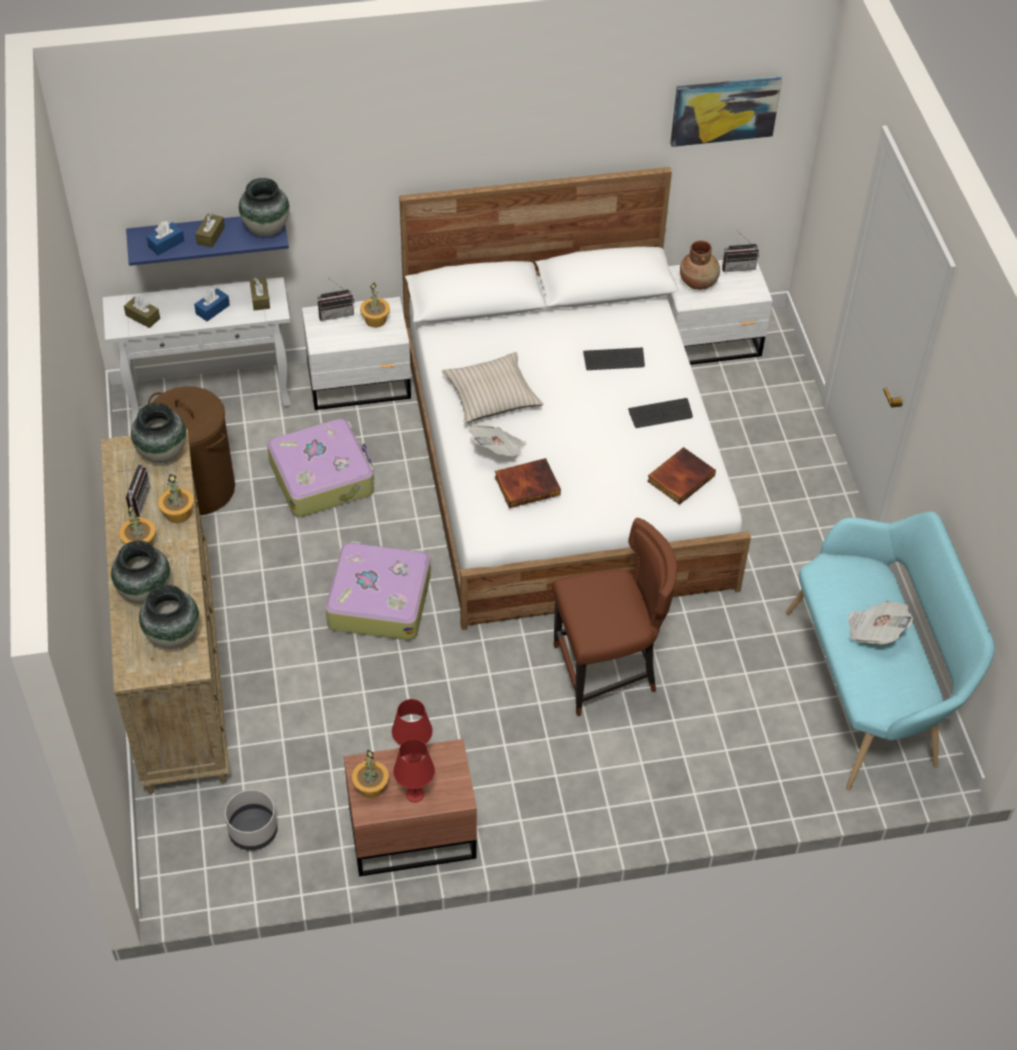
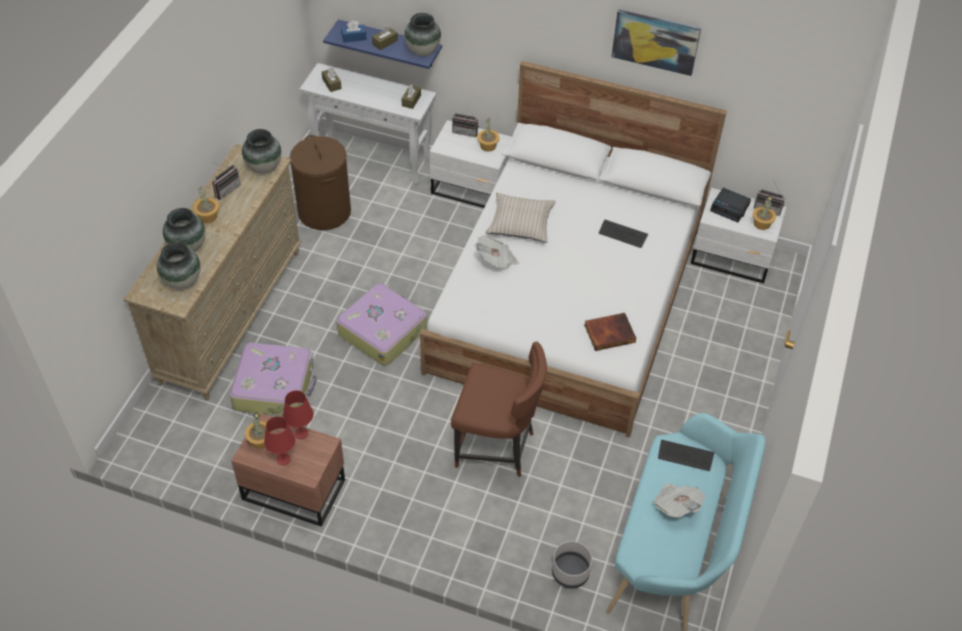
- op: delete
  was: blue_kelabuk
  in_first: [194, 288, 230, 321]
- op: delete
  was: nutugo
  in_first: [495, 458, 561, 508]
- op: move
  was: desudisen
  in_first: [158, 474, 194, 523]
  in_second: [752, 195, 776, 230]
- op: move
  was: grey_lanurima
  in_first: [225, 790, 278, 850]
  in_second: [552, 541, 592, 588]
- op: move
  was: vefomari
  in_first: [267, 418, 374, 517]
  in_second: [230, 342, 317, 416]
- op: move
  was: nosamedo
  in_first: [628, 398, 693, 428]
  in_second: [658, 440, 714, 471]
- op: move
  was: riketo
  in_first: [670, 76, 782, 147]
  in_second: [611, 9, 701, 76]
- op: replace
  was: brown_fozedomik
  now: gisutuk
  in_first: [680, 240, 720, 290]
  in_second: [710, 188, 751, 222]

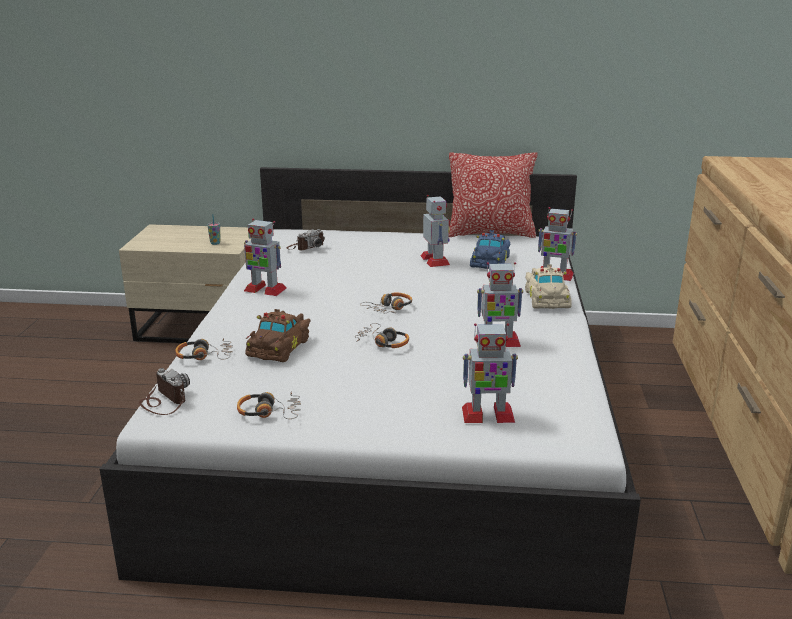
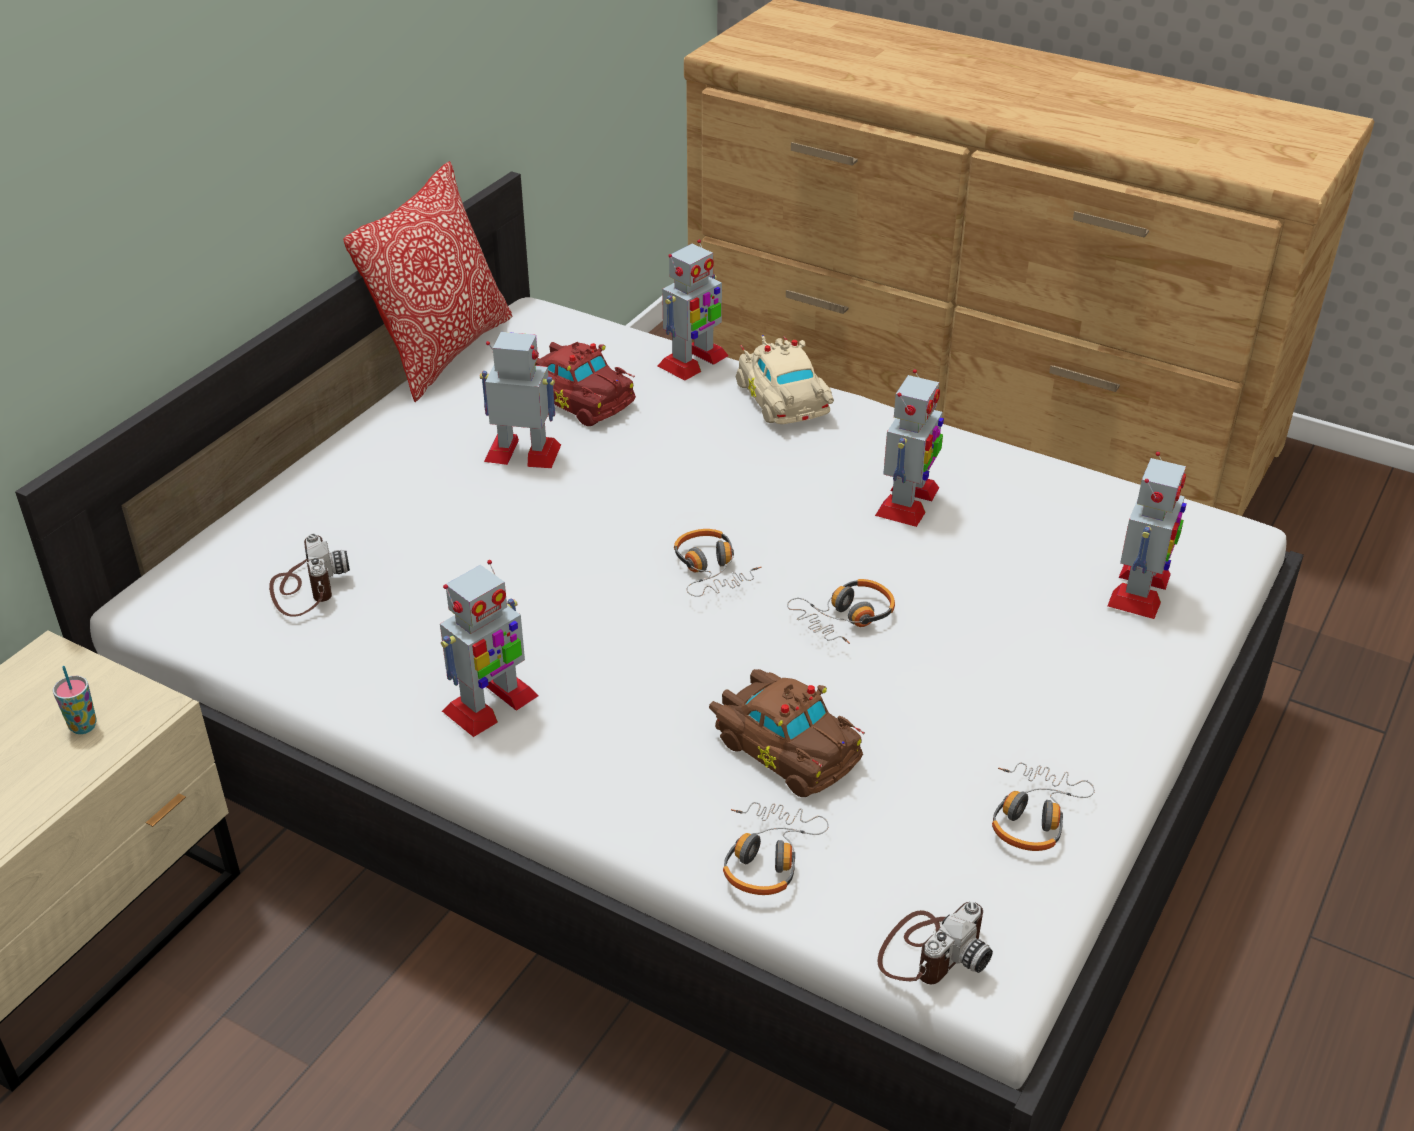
- op: recolor
  was: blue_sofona
  now: red_sofona
  in_first: [470, 230, 510, 269]
  in_second: [535, 342, 636, 426]
- op: rotate
  was: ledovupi
  in_first: [139, 368, 190, 415]
  in_second: [878, 902, 993, 984]
  clockwise: 150
- op: rotate
  was: beige_sofona
  in_first: [525, 264, 572, 309]
  in_second: [736, 335, 834, 424]
  clockwise: -135

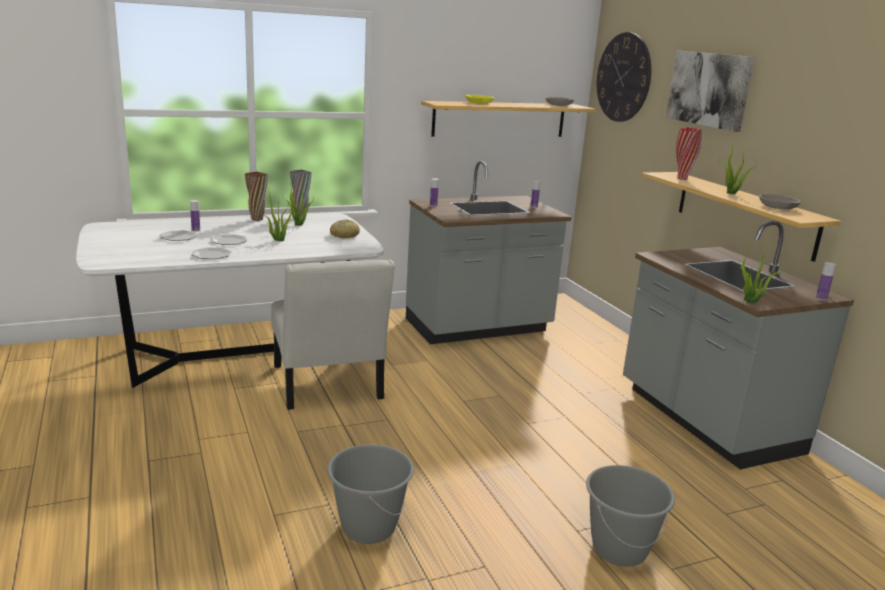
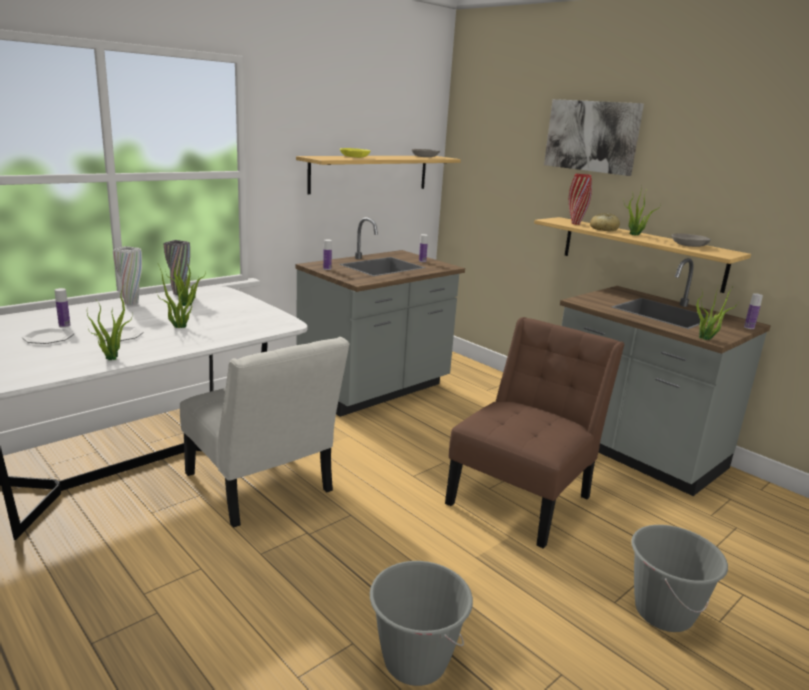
- op: delete
  was: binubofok
  in_first: [597, 32, 651, 122]
- op: insert
  now: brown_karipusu
  in_second: [445, 317, 625, 549]
- op: move
  was: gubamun
  in_first: [330, 219, 360, 238]
  in_second: [590, 213, 620, 232]
- op: replace
  was: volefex
  now: desudisen
  in_first: [191, 247, 231, 259]
  in_second: [87, 284, 132, 360]
- op: recolor
  was: brown_fozedomik
  now: white_fozedomik
  in_first: [245, 171, 267, 221]
  in_second: [113, 246, 142, 306]

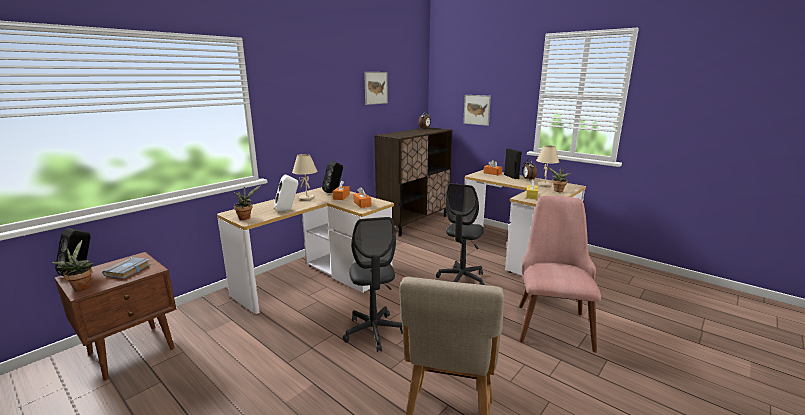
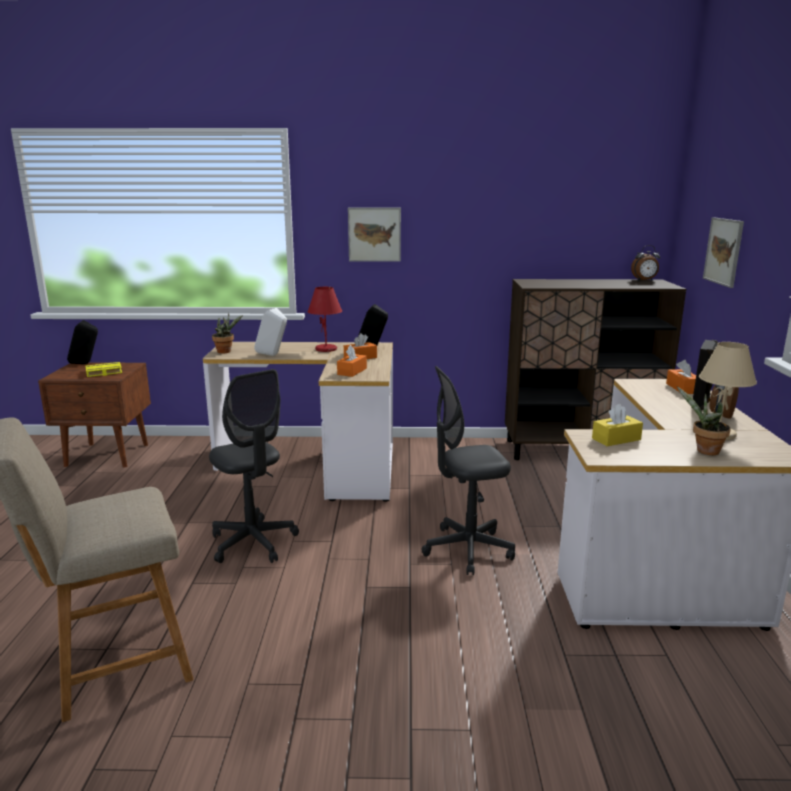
- op: delete
  was: desudisen
  in_first: [51, 240, 94, 291]
- op: delete
  was: pink_karipusu
  in_first: [519, 196, 601, 353]
- op: move
  was: riketo
  in_first: [364, 72, 388, 105]
  in_second: [348, 208, 401, 262]
- op: recolor
  was: grey_nutugo
  now: yellow_nutugo
  in_first: [102, 257, 151, 279]
  in_second: [86, 362, 122, 377]
- op: recolor
  was: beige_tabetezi
  now: red_tabetezi
  in_first: [292, 154, 317, 200]
  in_second: [308, 287, 342, 352]
- op: rotate
  was: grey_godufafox
  in_first: [343, 217, 403, 352]
  in_second: [209, 369, 299, 563]
  clockwise: -75

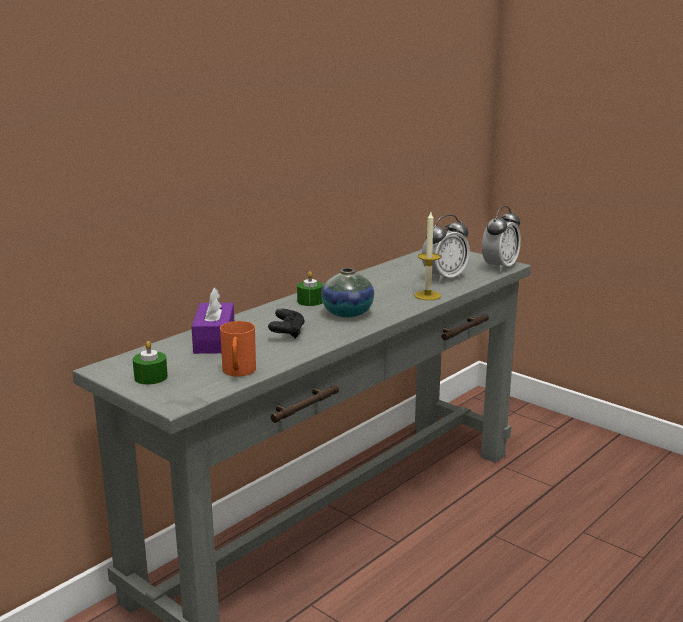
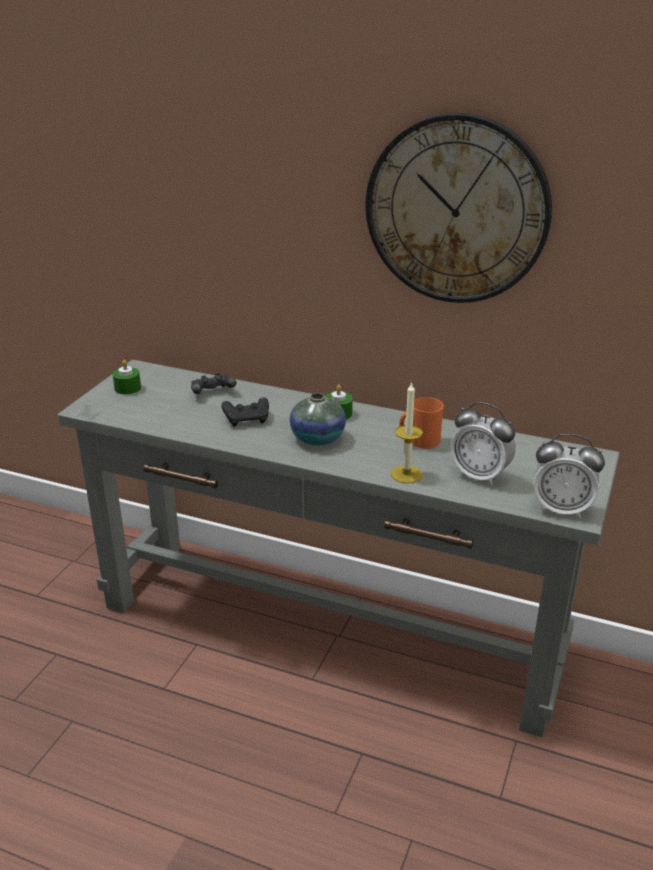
- op: insert
  now: binubofok
  in_second: [365, 113, 552, 303]
- op: move
  was: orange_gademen
  in_first: [220, 321, 256, 377]
  in_second: [400, 397, 444, 449]
- op: replace
  was: purple_kelabuk
  now: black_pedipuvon
  in_first: [192, 287, 234, 354]
  in_second: [191, 373, 237, 394]

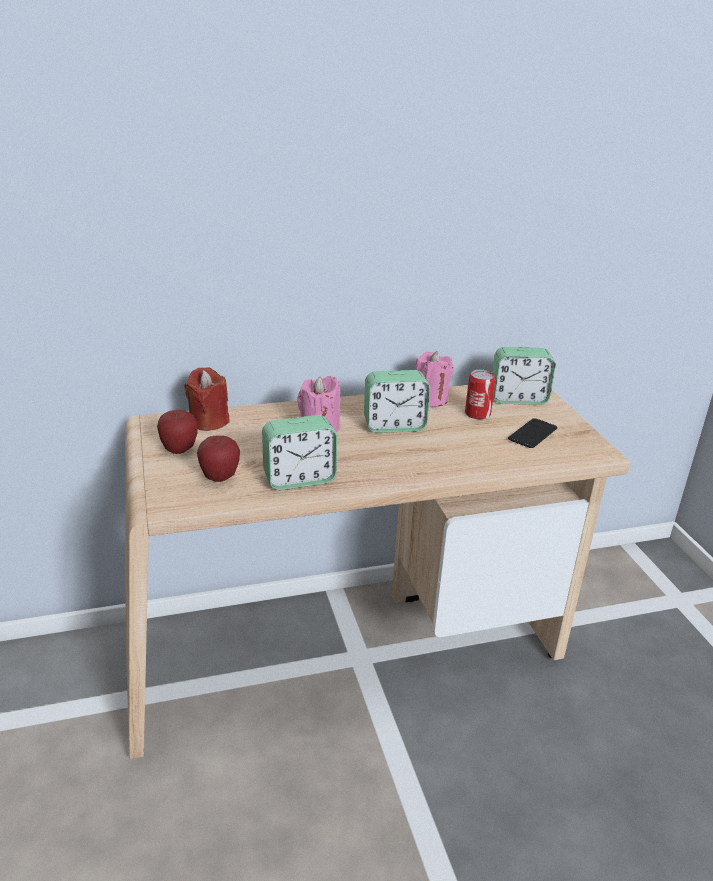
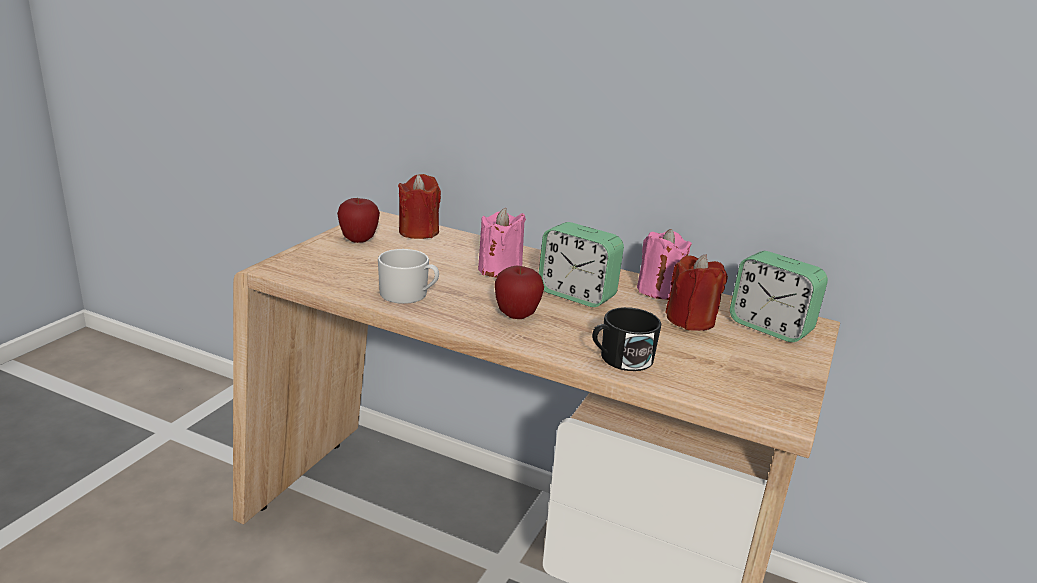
- op: delete
  was: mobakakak
  in_first: [508, 418, 557, 448]
- op: insert
  now: black_gademen
  in_second: [592, 307, 661, 371]
- op: move
  was: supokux
  in_first: [197, 435, 240, 482]
  in_second: [495, 266, 544, 319]
- op: replace
  was: gisutuk
  now: white_gademen
  in_first: [262, 415, 337, 490]
  in_second: [378, 249, 439, 304]
- op: replace
  was: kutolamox
  now: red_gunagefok
  in_first: [465, 370, 496, 419]
  in_second: [665, 254, 728, 331]

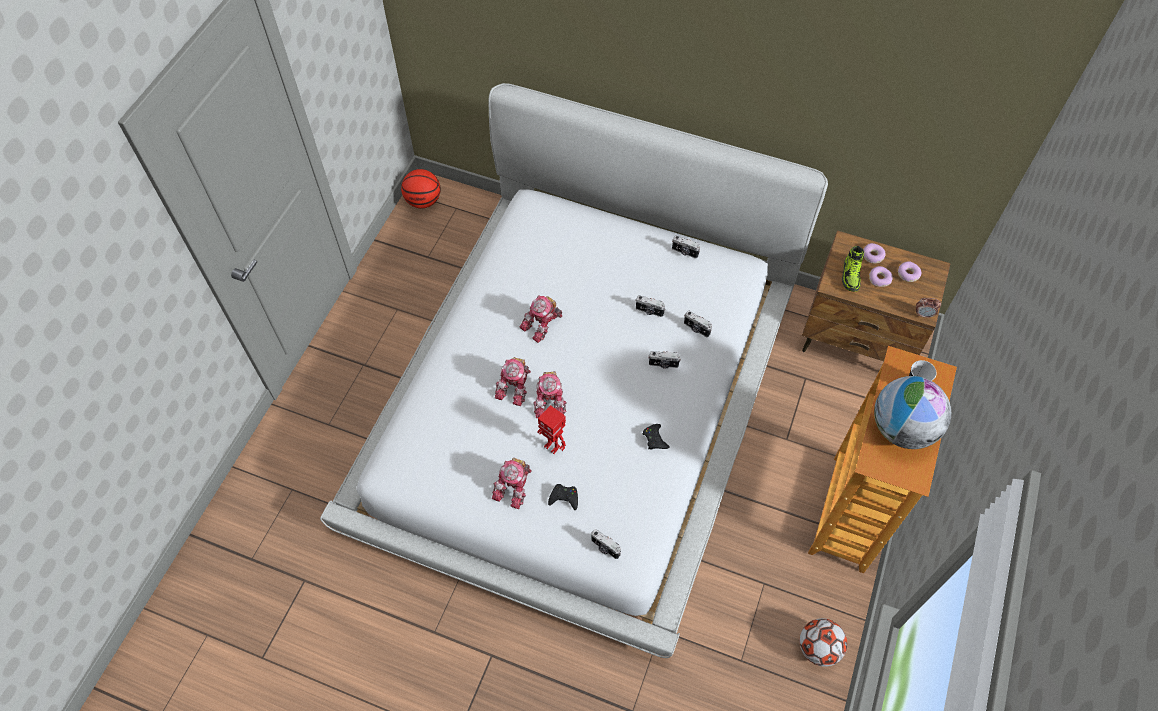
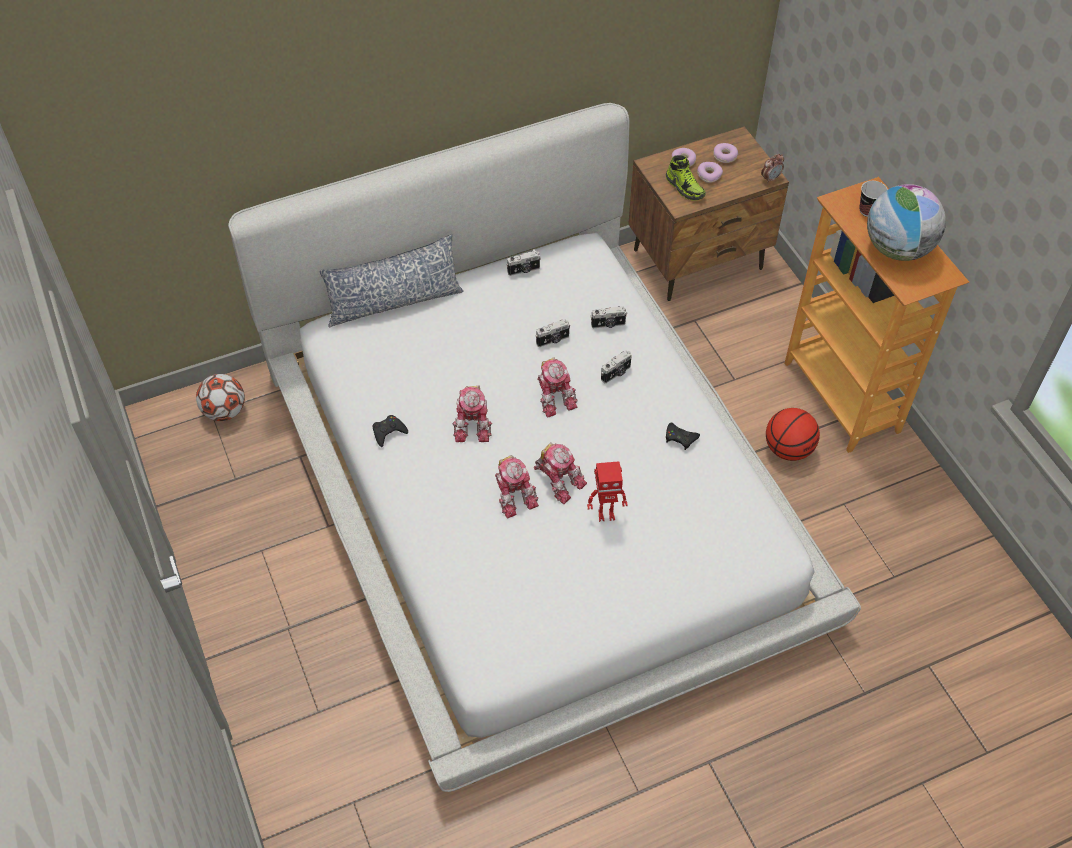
- op: delete
  was: ledovupi
  in_first: [591, 529, 621, 559]
- op: insert
  now: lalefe
  in_second: [319, 234, 464, 327]
- op: move
  was: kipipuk
  in_first: [401, 169, 441, 208]
  in_second: [766, 408, 820, 461]
- op: move
  was: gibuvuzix
  in_first: [492, 458, 532, 509]
  in_second: [537, 357, 578, 417]
- op: move
  was: black_pedipuvon
  in_first: [548, 484, 578, 510]
  in_second: [372, 415, 408, 447]
- op: move
  was: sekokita
  in_first: [800, 618, 847, 667]
  in_second: [196, 374, 245, 421]

